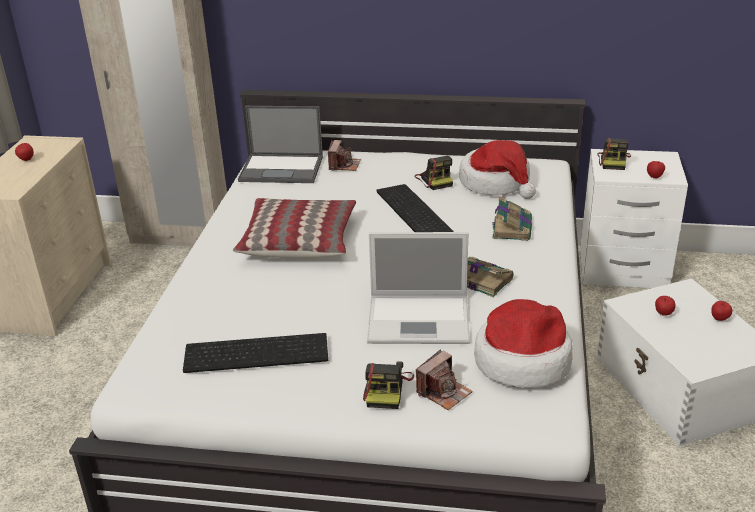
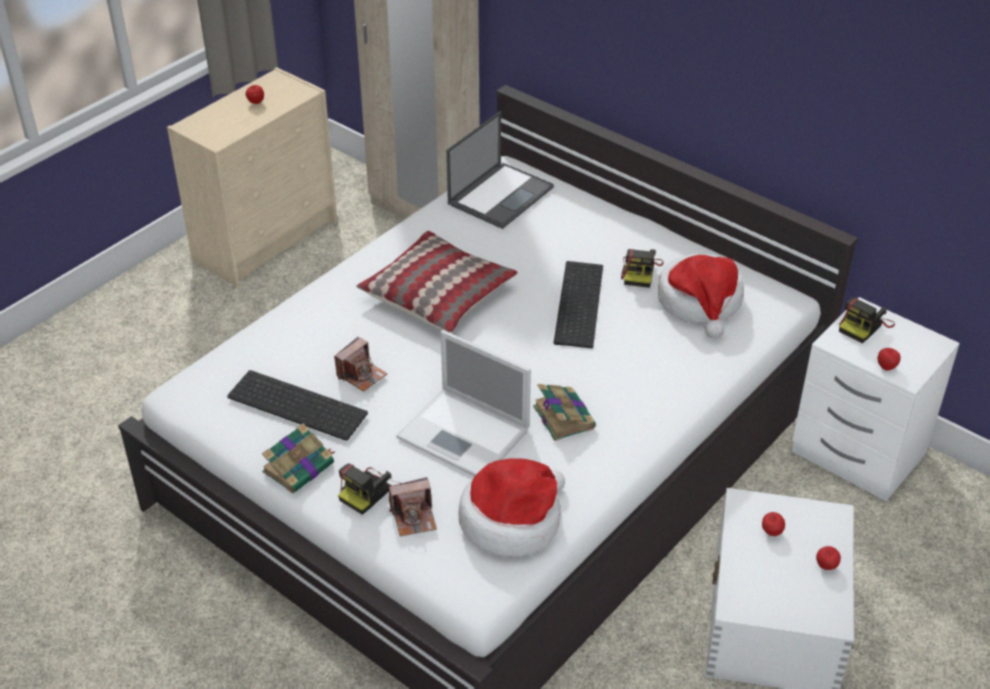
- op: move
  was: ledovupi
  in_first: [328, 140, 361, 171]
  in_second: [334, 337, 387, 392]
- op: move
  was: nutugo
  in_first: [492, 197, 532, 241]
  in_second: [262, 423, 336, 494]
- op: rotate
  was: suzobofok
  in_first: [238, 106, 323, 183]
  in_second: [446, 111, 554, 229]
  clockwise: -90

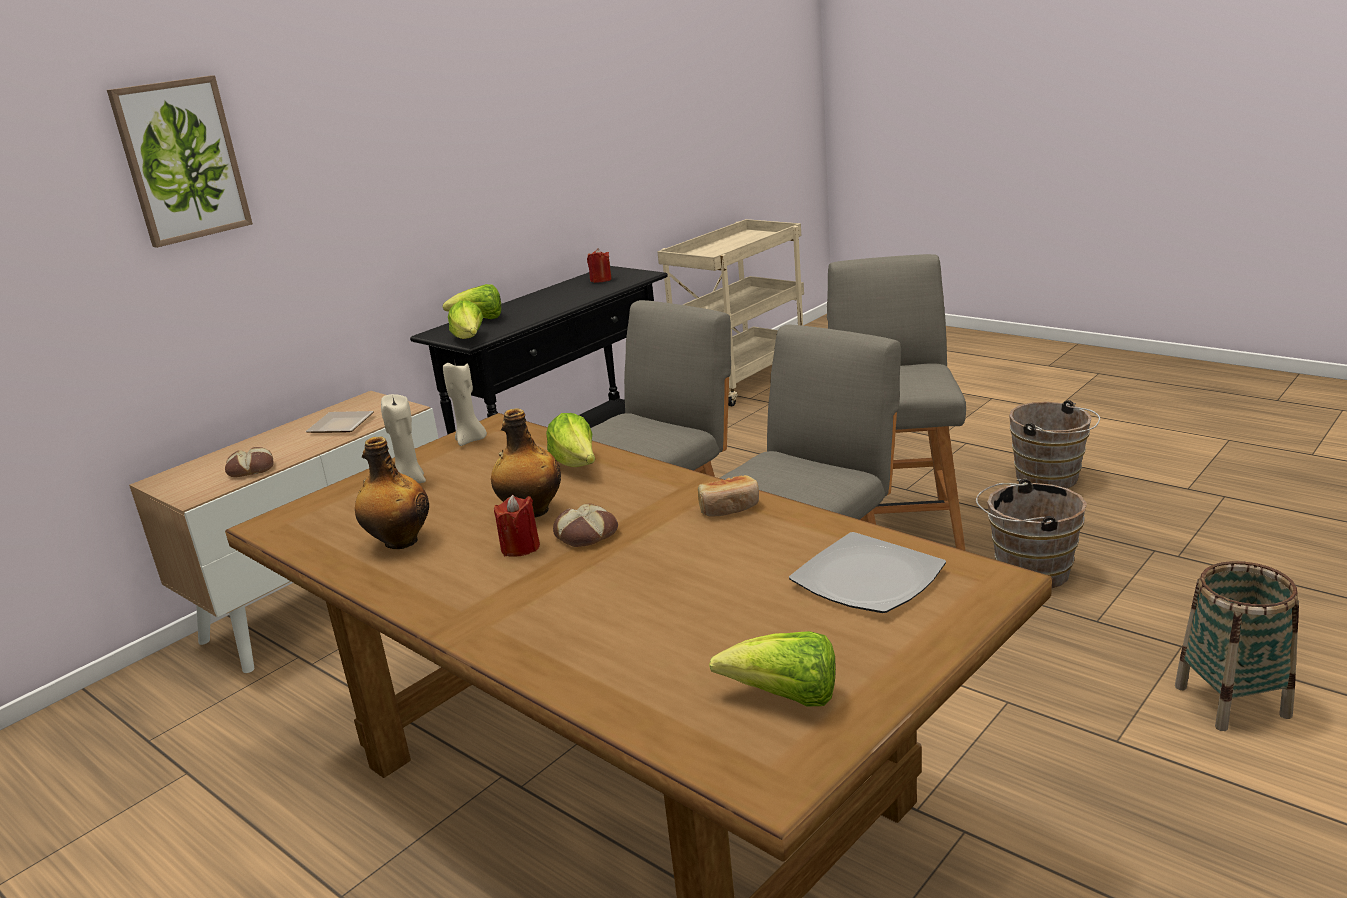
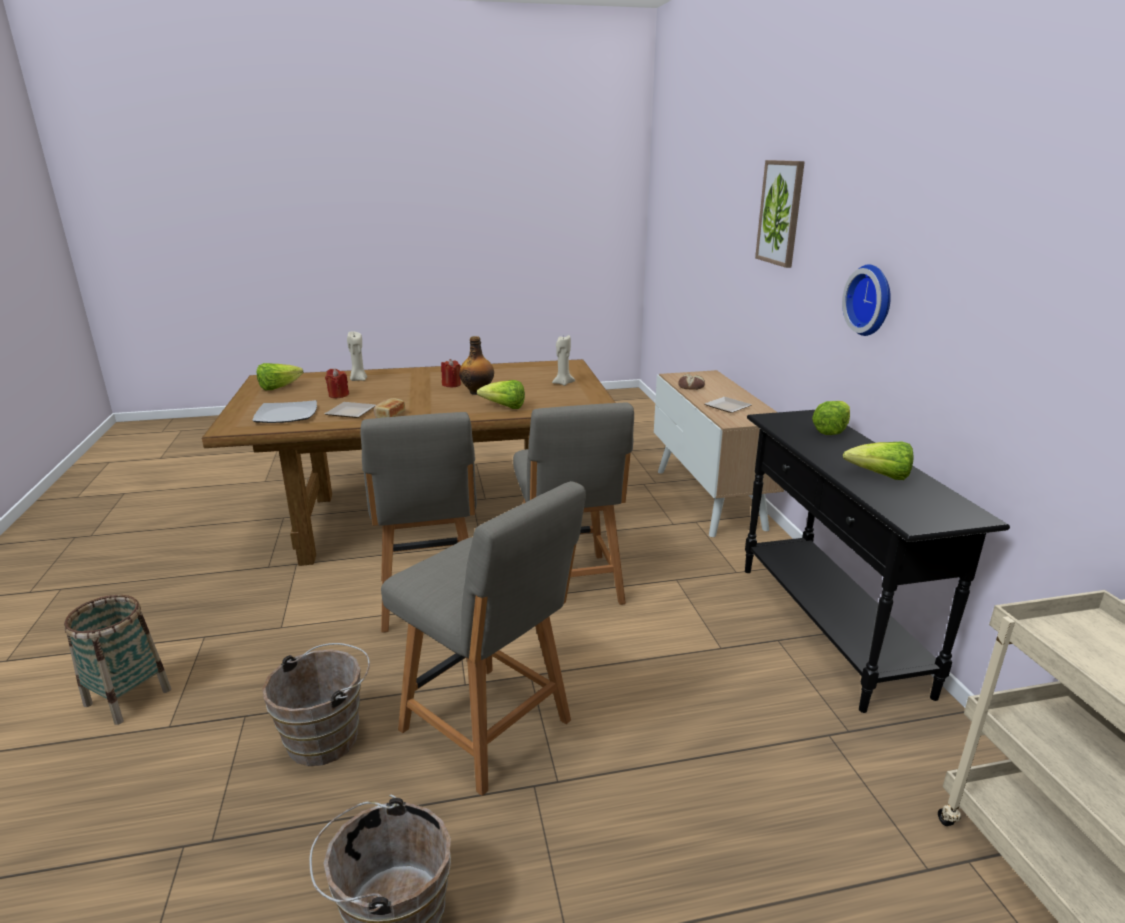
- op: delete
  was: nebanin
  in_first: [355, 437, 429, 549]
- op: delete
  was: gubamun
  in_first: [553, 503, 618, 547]
- op: insert
  now: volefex
  in_second: [325, 402, 376, 418]
- op: insert
  now: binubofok
  in_second: [842, 264, 891, 336]
- op: move
  was: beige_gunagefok
  in_first: [443, 359, 487, 446]
  in_second: [347, 331, 367, 381]
- op: move
  was: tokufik
  in_first: [448, 301, 483, 339]
  in_second: [843, 442, 914, 480]
- op: move
  was: red_gunagefok
  in_first: [587, 248, 612, 283]
  in_second: [325, 369, 349, 398]

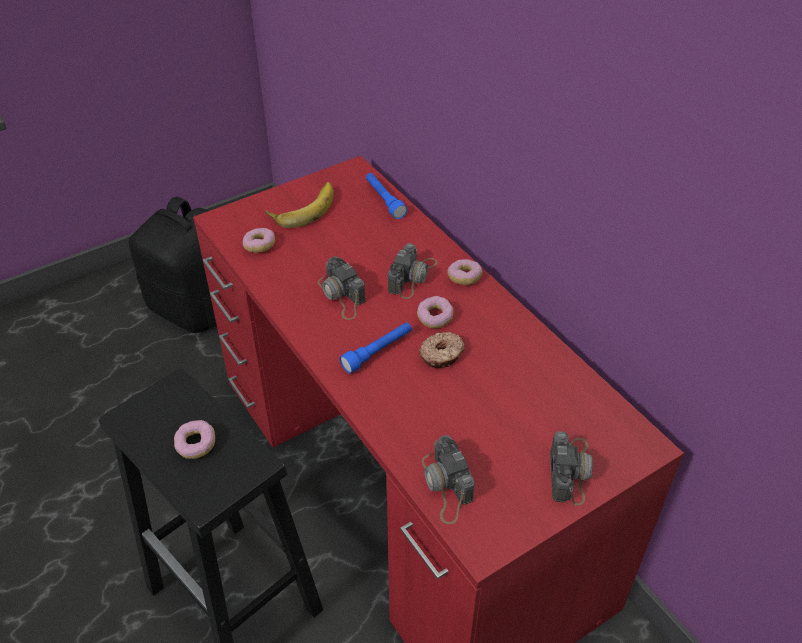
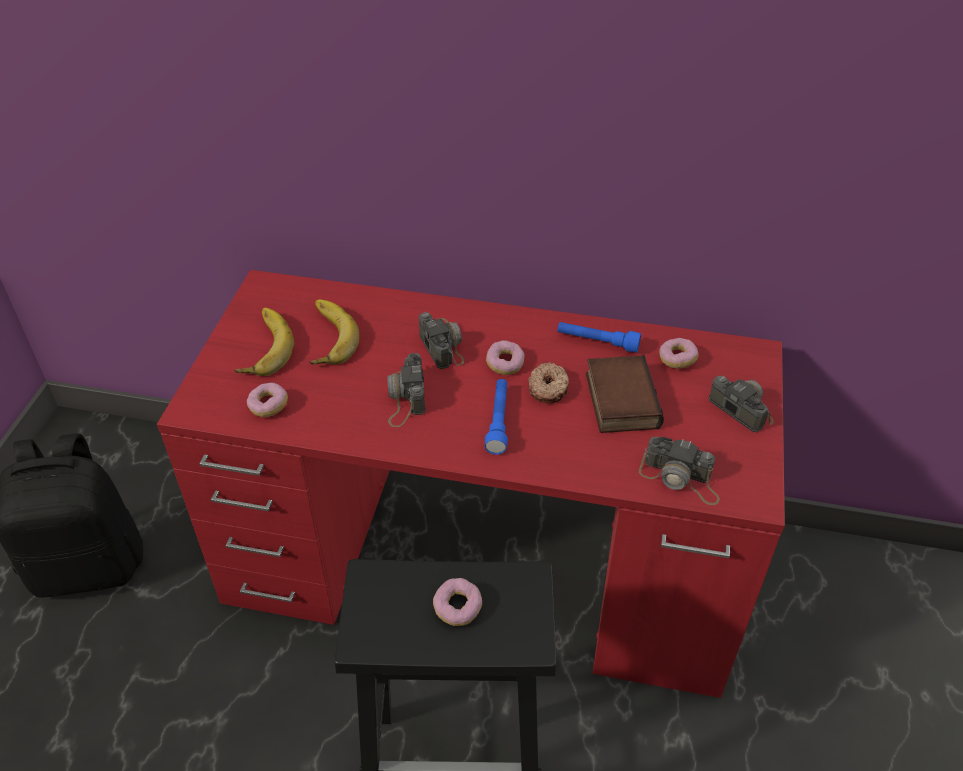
- op: insert
  now: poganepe
  in_second: [310, 299, 359, 365]
- op: insert
  now: nutugo
  in_second: [586, 355, 664, 433]
- op: move
  was: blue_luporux
  in_first: [366, 173, 408, 219]
  in_second: [557, 322, 641, 353]
- op: move
  was: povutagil
  in_first: [447, 259, 482, 285]
  in_second: [659, 338, 699, 369]
- op: rotate
  was: ledovupi
  in_first: [318, 256, 365, 320]
  in_second: [387, 353, 425, 427]
  clockwise: 75

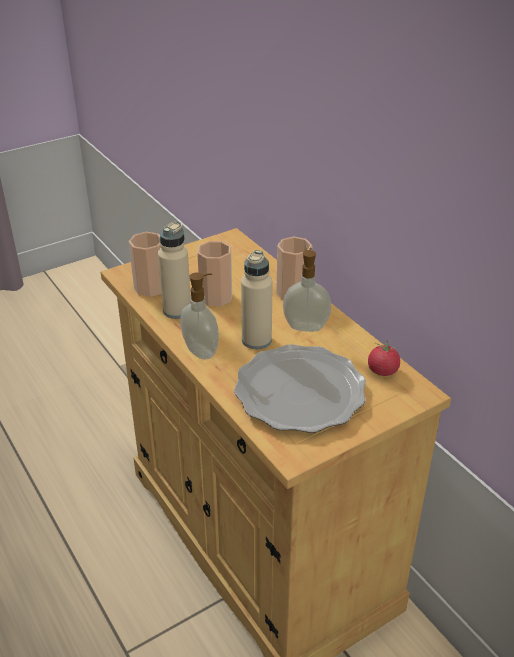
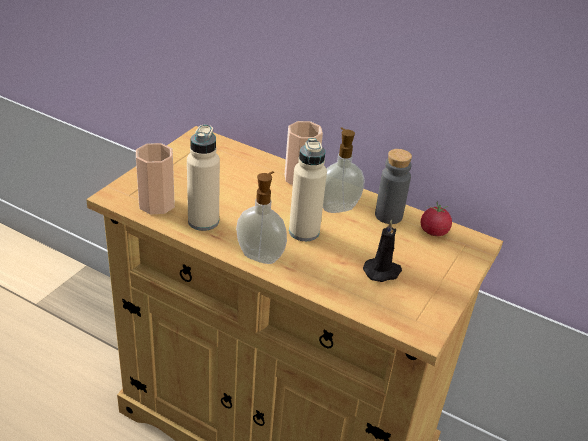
- op: delete
  was: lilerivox
  in_first: [197, 241, 232, 306]
- op: insert
  now: grey_nebanin
  in_second: [375, 149, 412, 224]
- op: replace
  was: volefex
  now: black_gunagefok
  in_first: [234, 344, 366, 433]
  in_second: [363, 219, 402, 282]

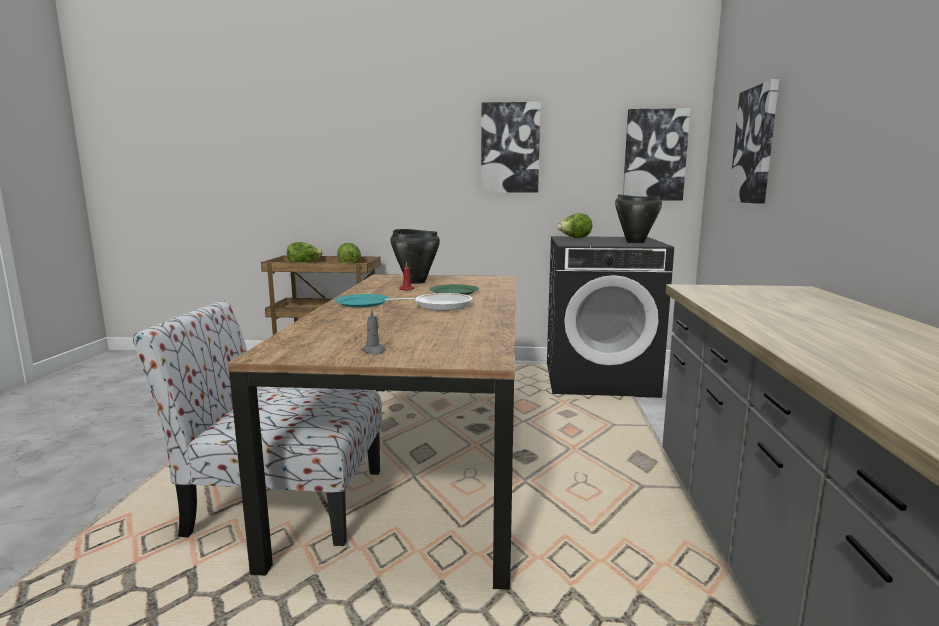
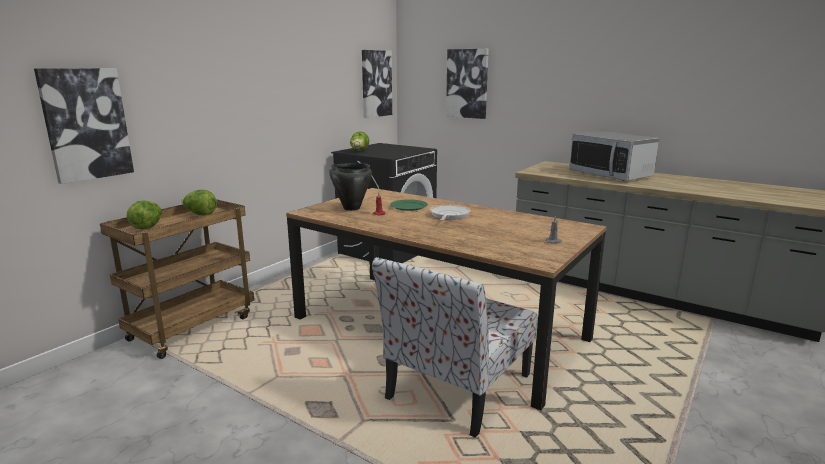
- op: delete
  was: turquoise_volefex
  in_first: [334, 294, 390, 308]
- op: delete
  was: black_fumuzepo
  in_first: [615, 194, 662, 243]
- op: insert
  now: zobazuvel
  in_second: [569, 131, 659, 181]
- op: move
  was: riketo
  in_first: [481, 102, 541, 193]
  in_second: [34, 68, 134, 184]

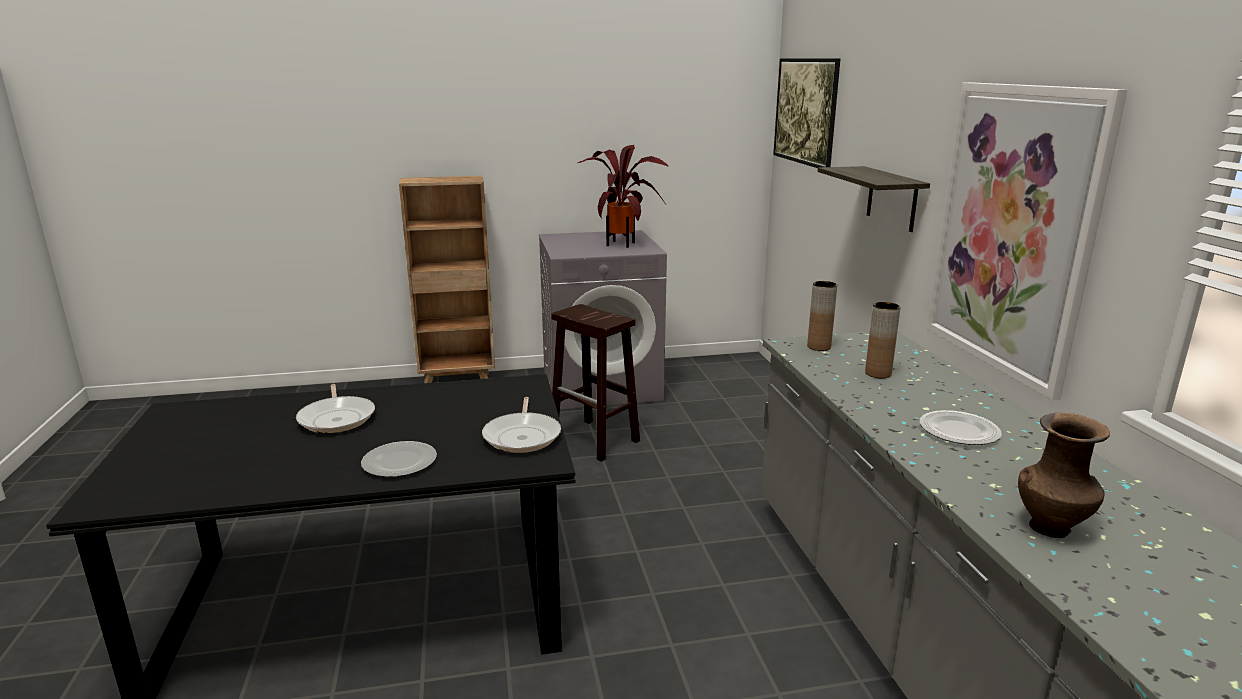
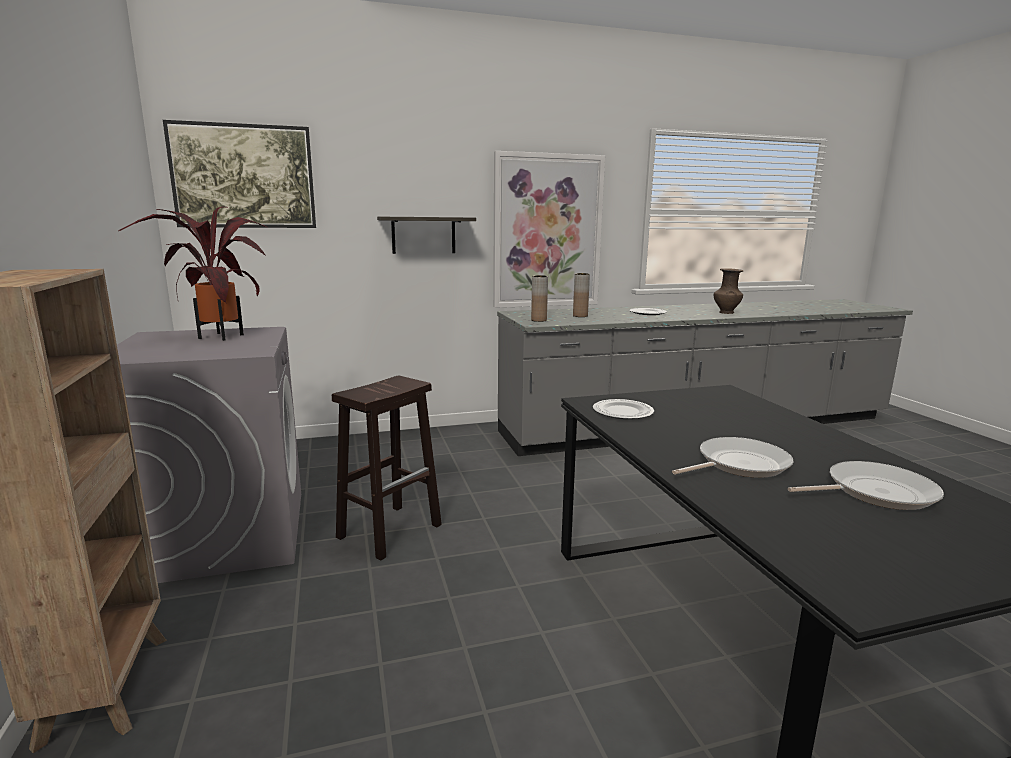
- op: move
  was: volefex
  in_first: [361, 441, 437, 477]
  in_second: [593, 399, 654, 419]
- op: move
  was: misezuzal
  in_first: [482, 397, 561, 453]
  in_second: [788, 461, 944, 510]

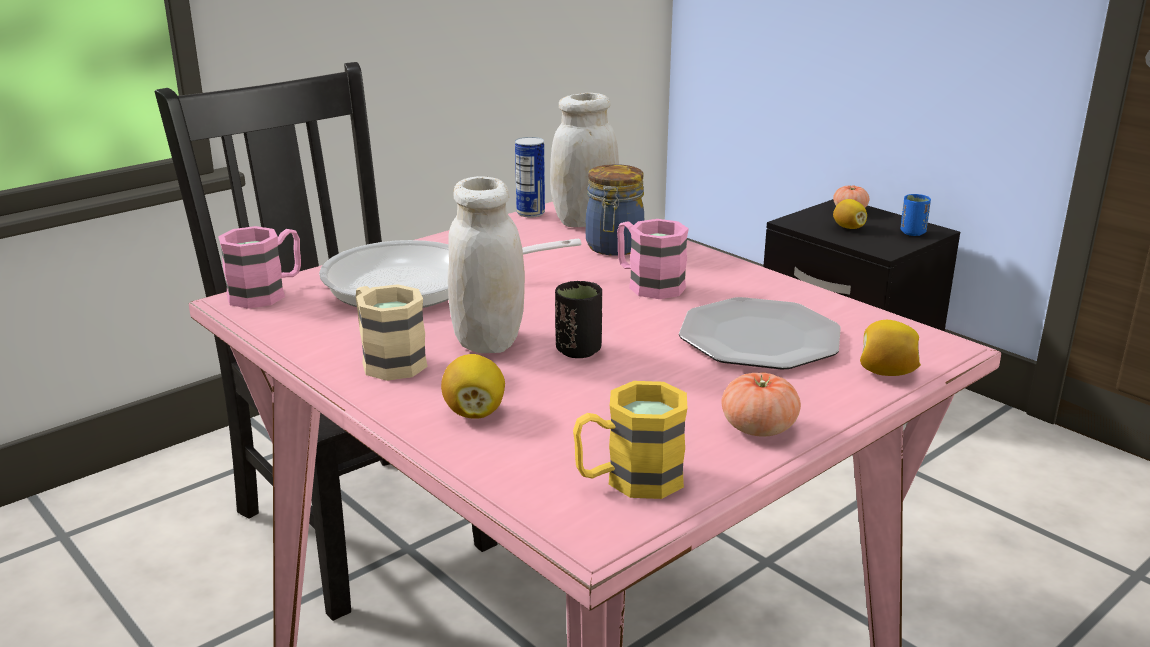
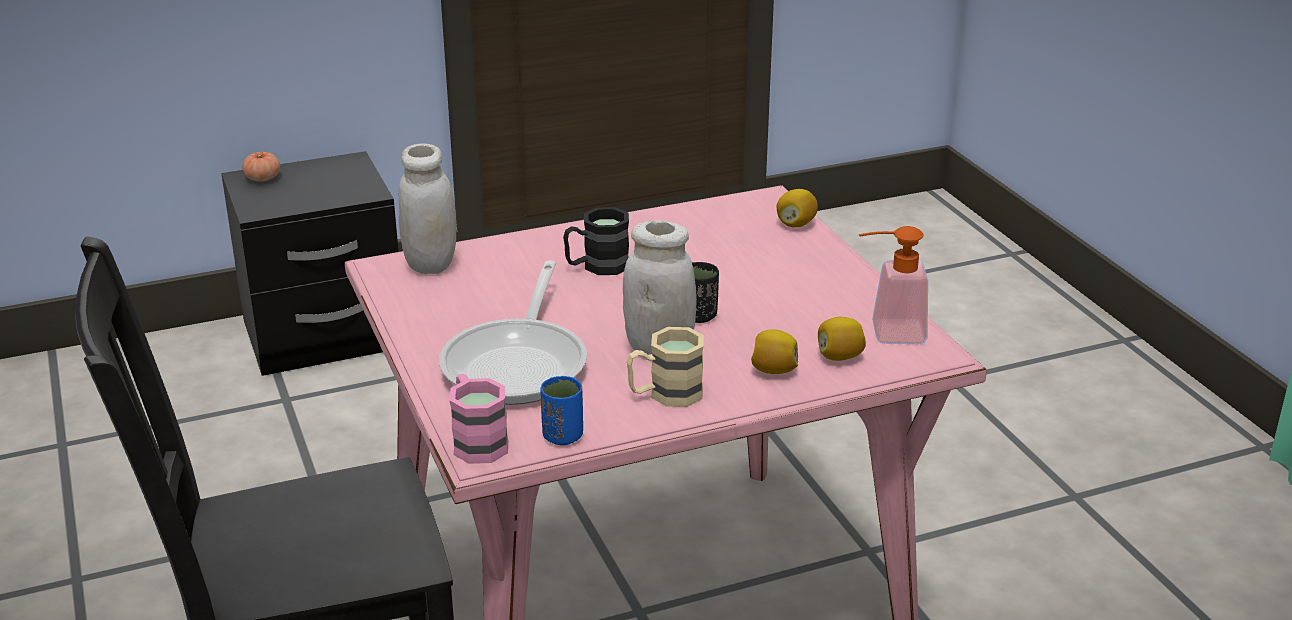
- op: delete
  was: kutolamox
  in_first: [515, 137, 545, 217]
- op: delete
  was: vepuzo
  in_first: [586, 164, 644, 256]
- op: delete
  was: volefex
  in_first: [679, 297, 841, 370]
- op: delete
  was: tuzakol
  in_first: [722, 373, 801, 437]
- op: move
  was: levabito
  in_first: [833, 199, 867, 229]
  in_second: [818, 317, 866, 361]
- op: move
  was: blue_lilerivox
  in_first: [900, 194, 931, 236]
  in_second: [540, 376, 583, 445]
- op: replace
  was: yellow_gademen
  now: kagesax
  in_first: [573, 381, 687, 499]
  in_second: [859, 226, 928, 344]
- op: recolor
  was: pink_gademen
  now: black_gademen
  in_first: [617, 219, 689, 299]
  in_second: [563, 207, 629, 275]

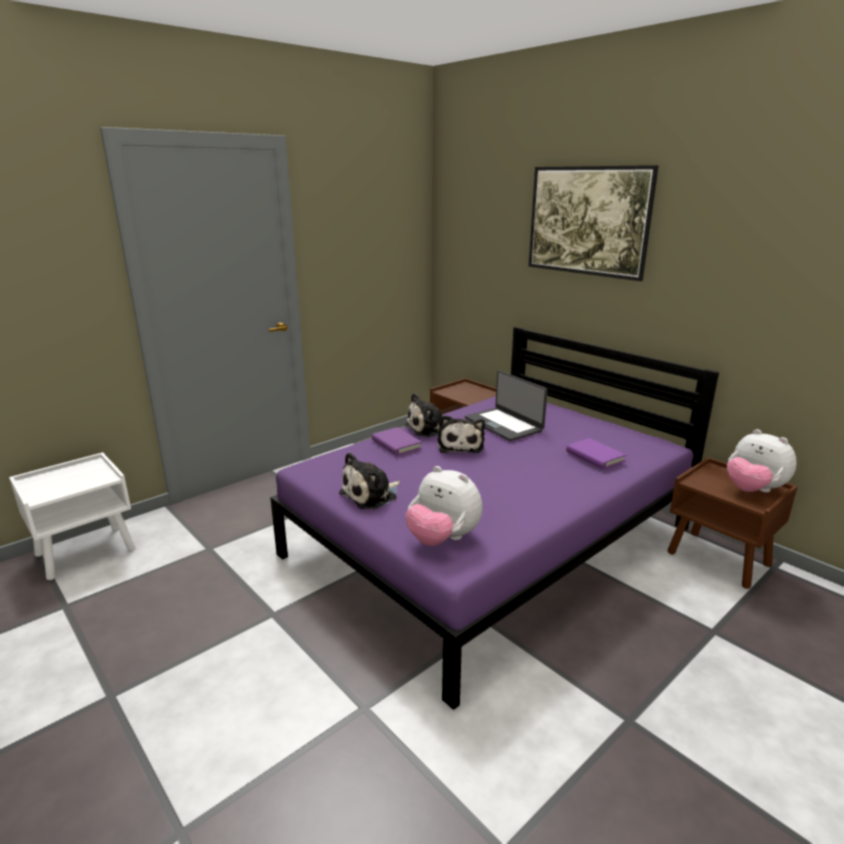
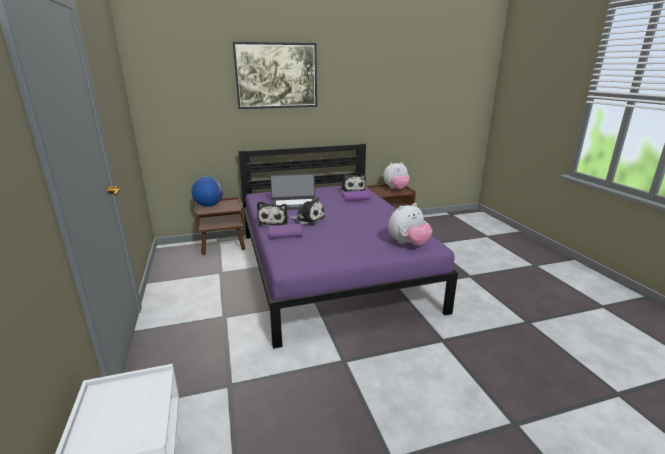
- op: insert
  now: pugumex
  in_second: [191, 176, 223, 207]
- op: move
  was: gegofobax
  in_first: [339, 452, 400, 509]
  in_second: [341, 173, 366, 192]

